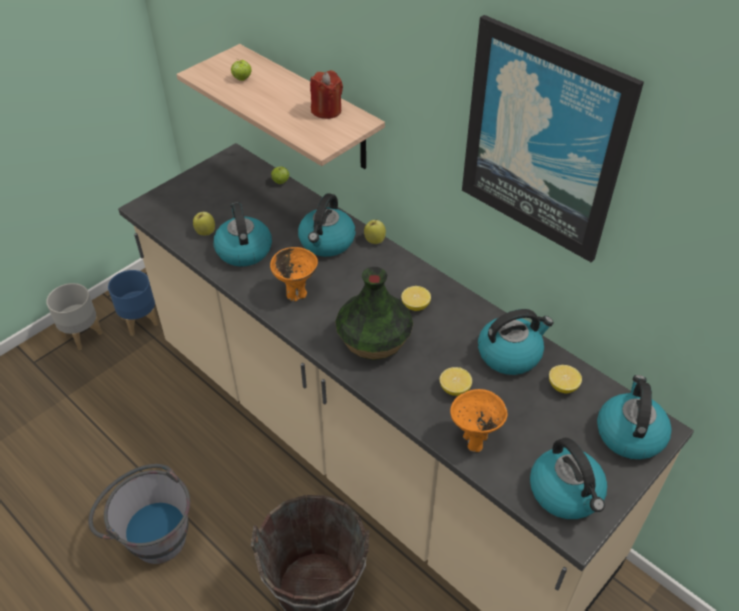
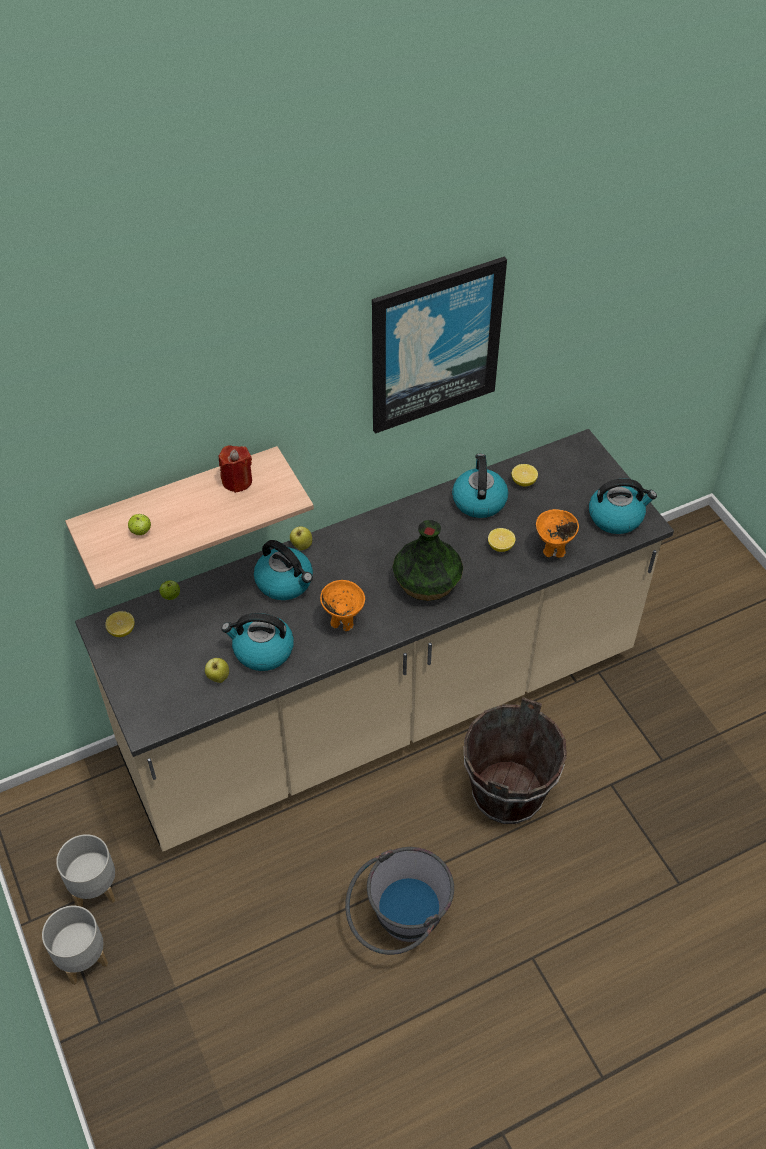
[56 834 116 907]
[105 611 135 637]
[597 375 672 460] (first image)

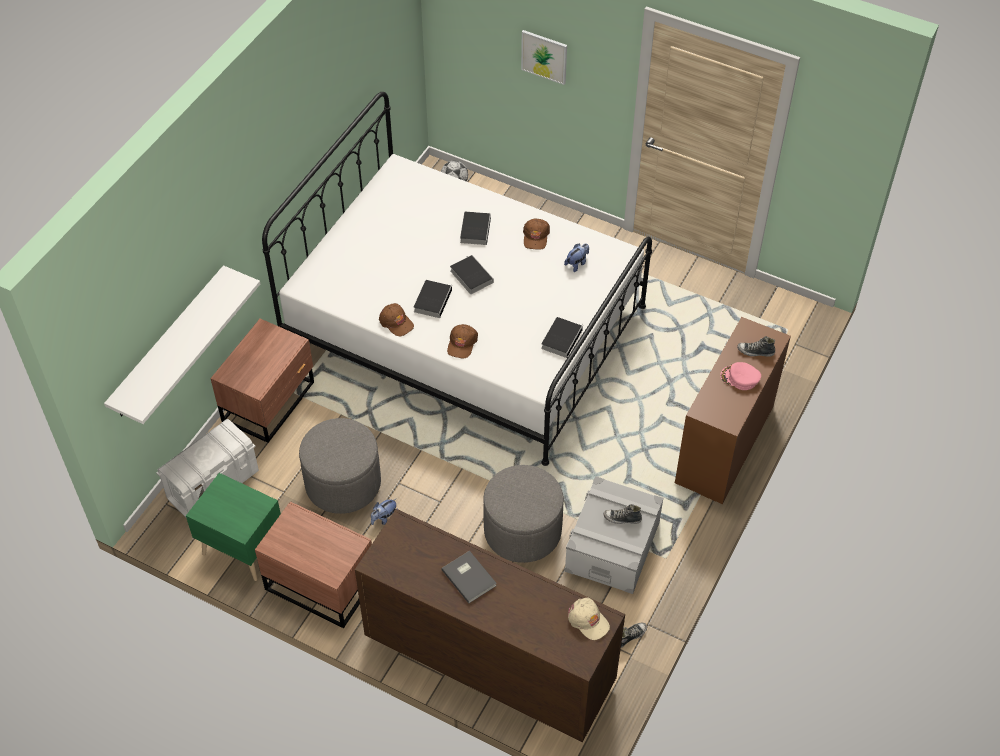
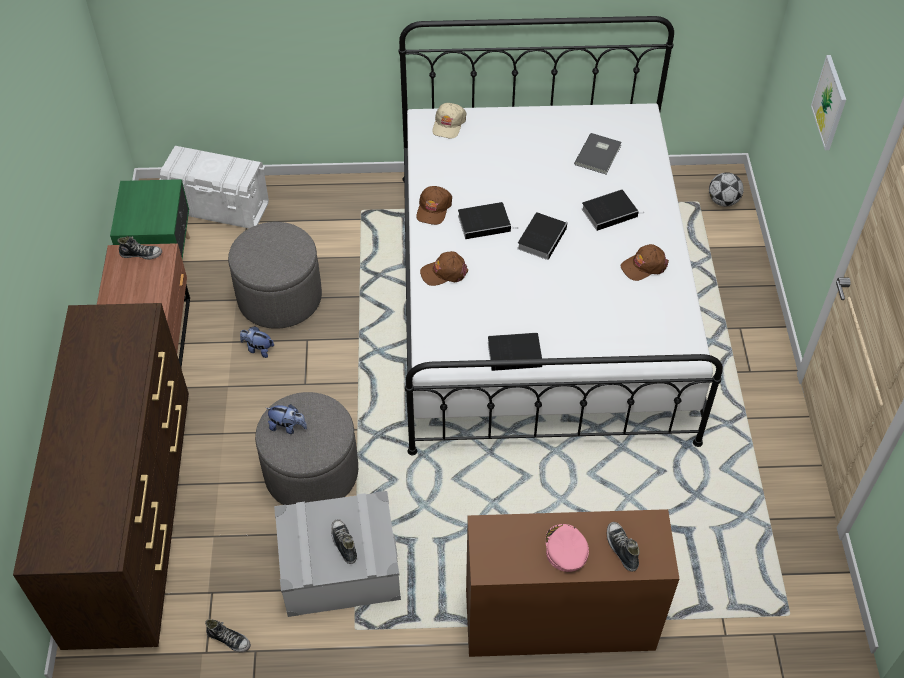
[266 404 307 434]
[104 265 260 424] (first image)
[210 319 314 443] (first image)
[574 133 622 174]
[432 103 466 138]
[118 236 162 260]

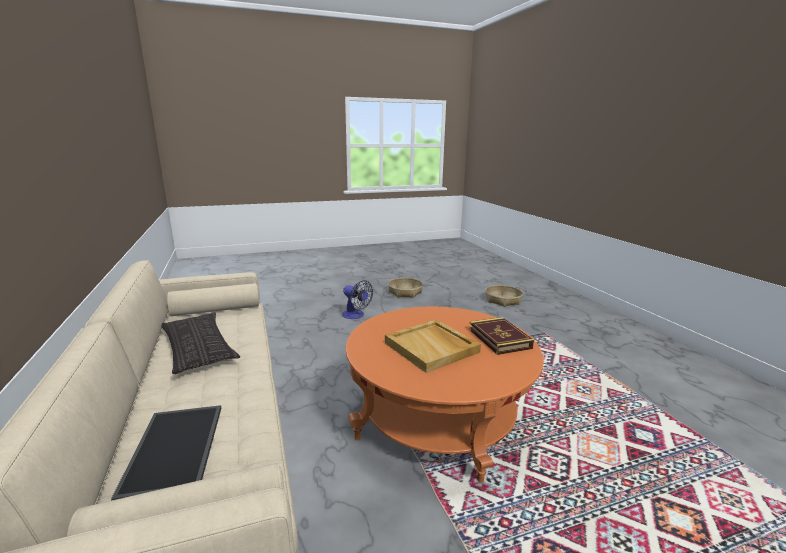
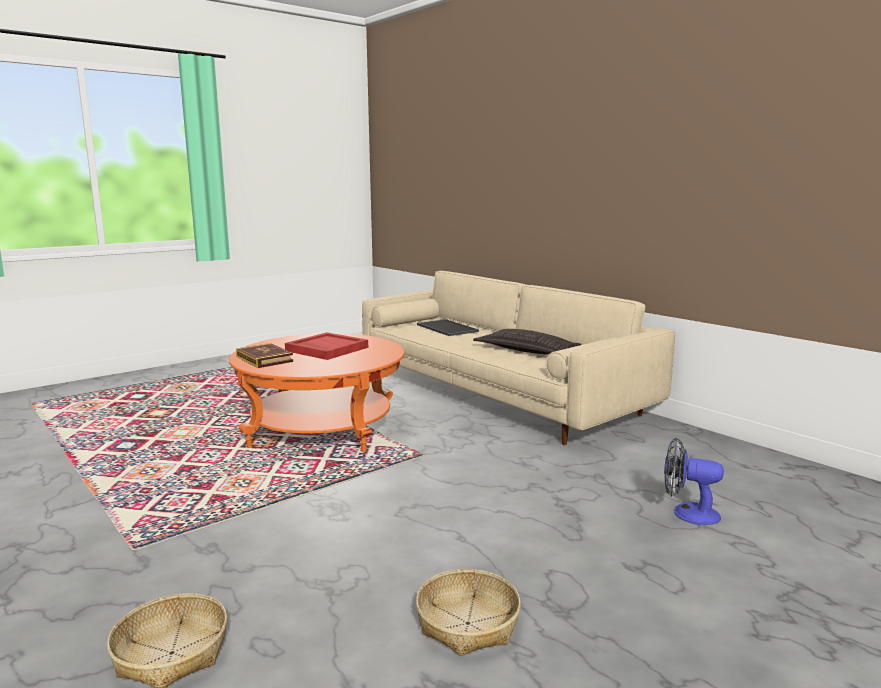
[664 438 724 525]
[285 332 368 360]

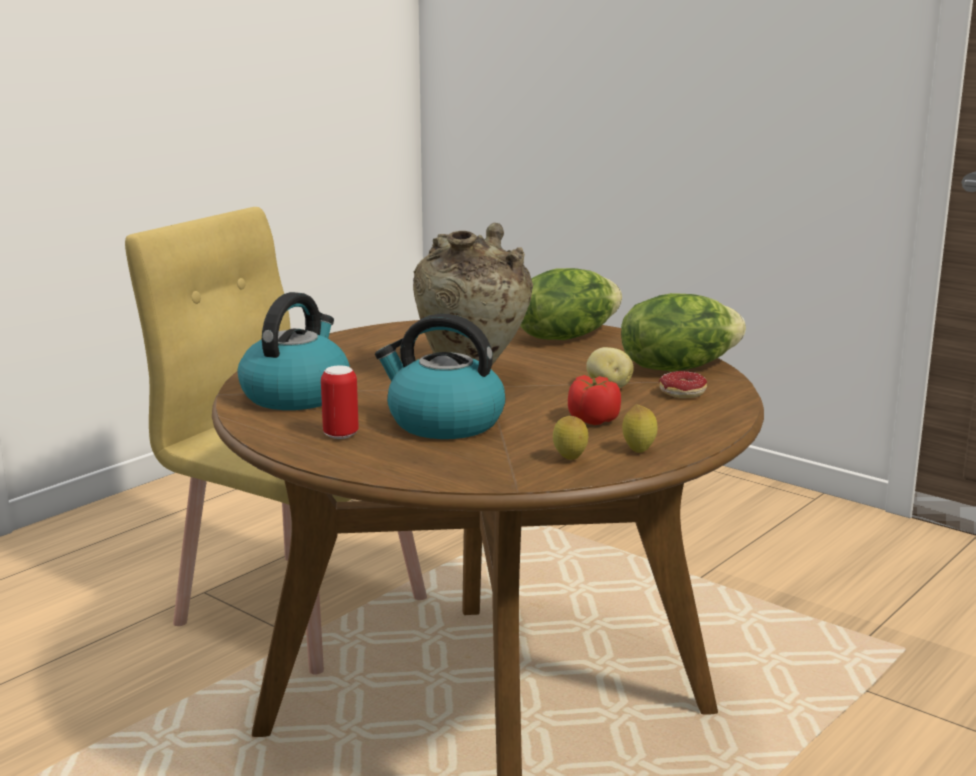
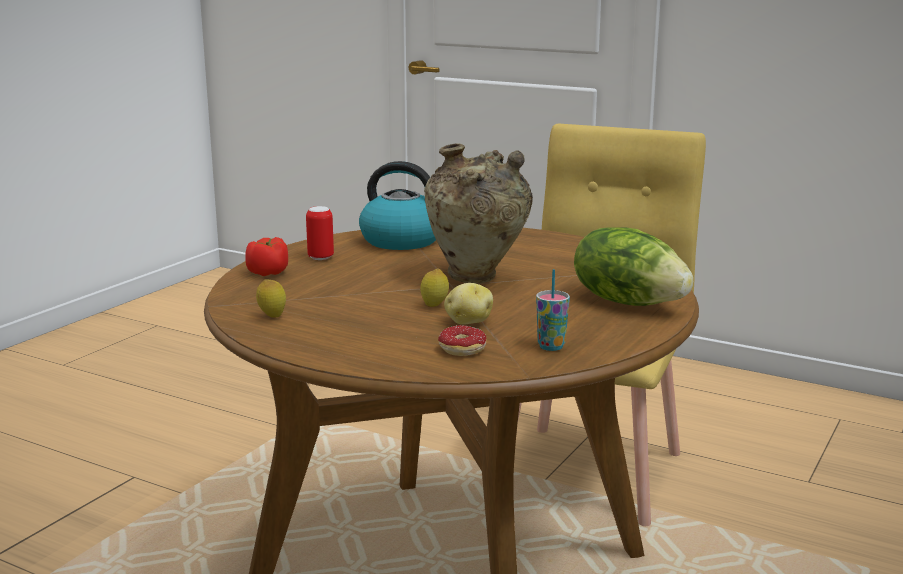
[536 269 570 351]
[375 314 505 439] (first image)
[245 237 288 276]
[420 268 449 307]

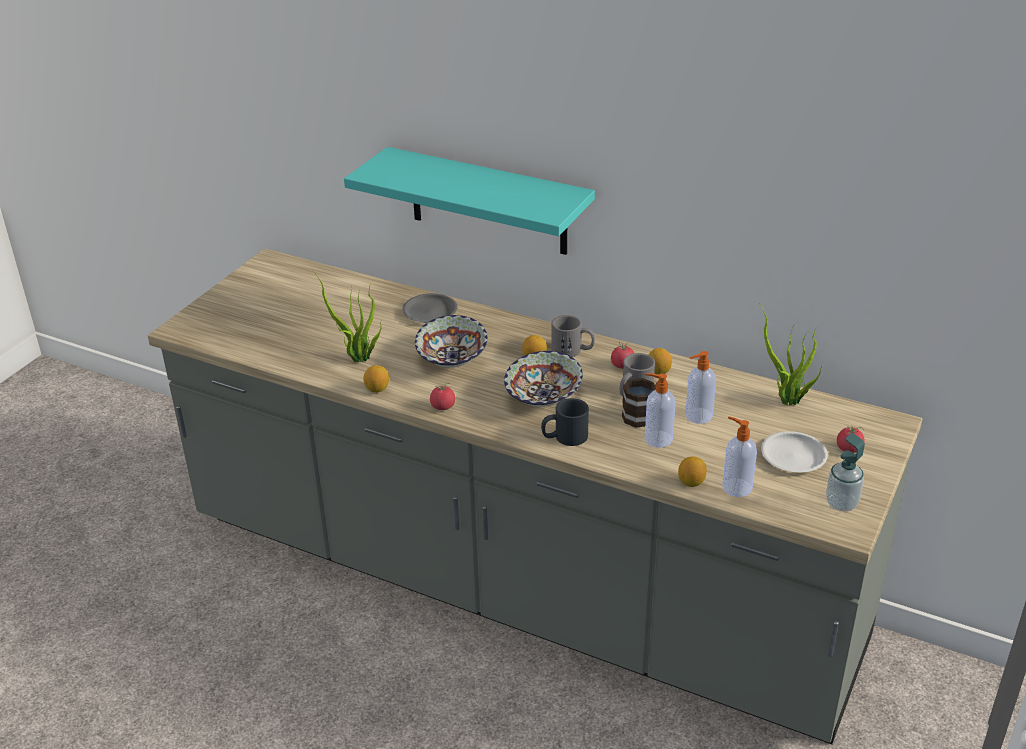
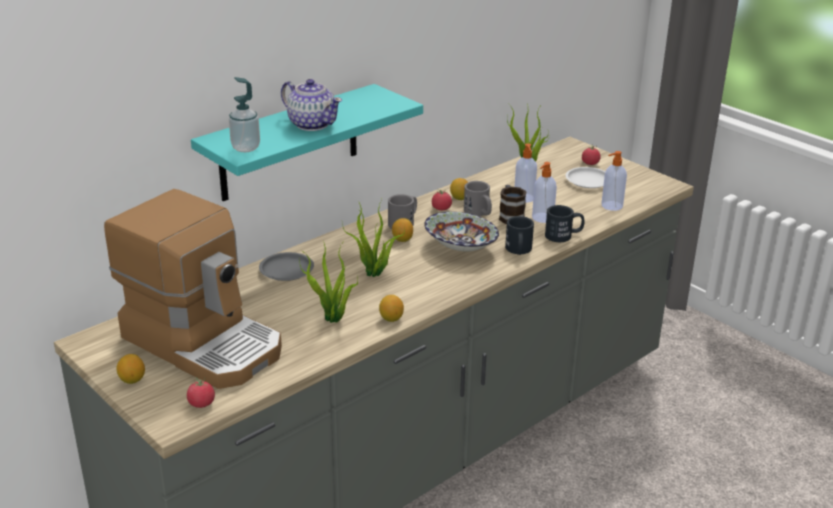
[342 199 405 277]
[187 377 215 408]
[229 77 260 152]
[116 354 145 384]
[281 79 342 131]
[104 189 282 389]
[545 205 585 242]

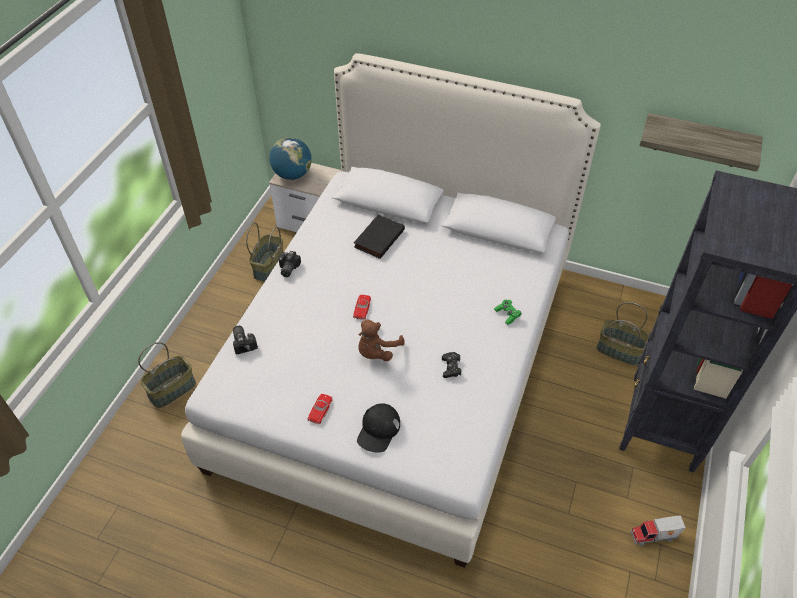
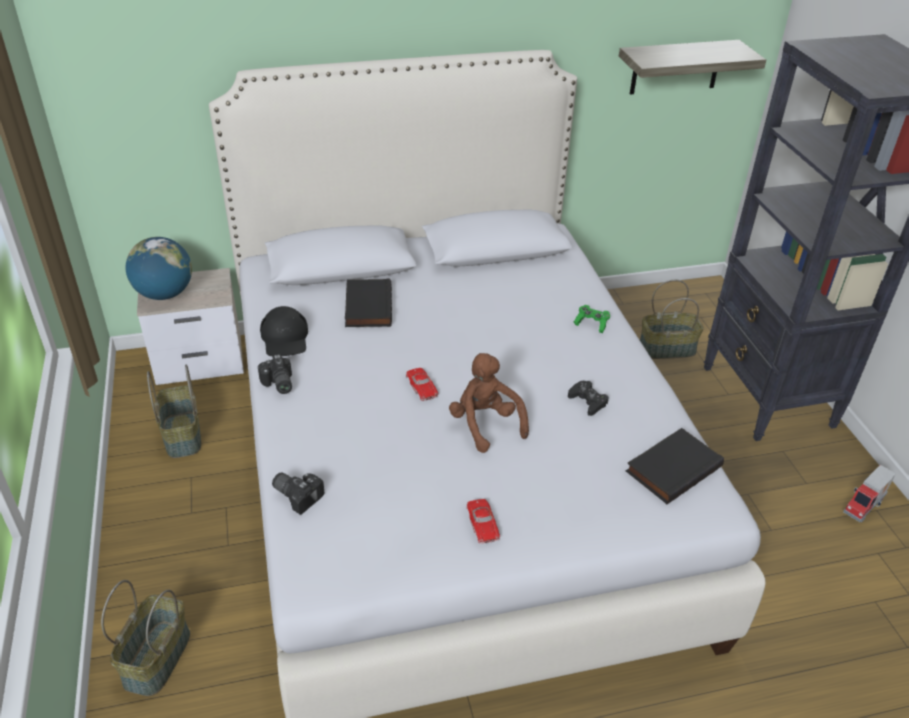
[449 353 529 453]
[260 306 308 356]
[626 428 724 504]

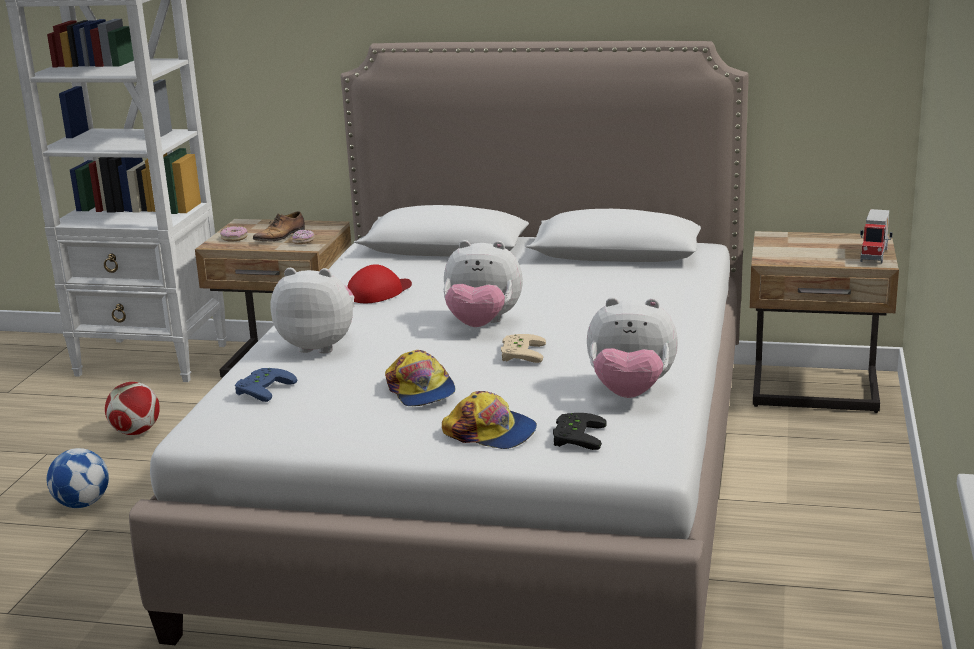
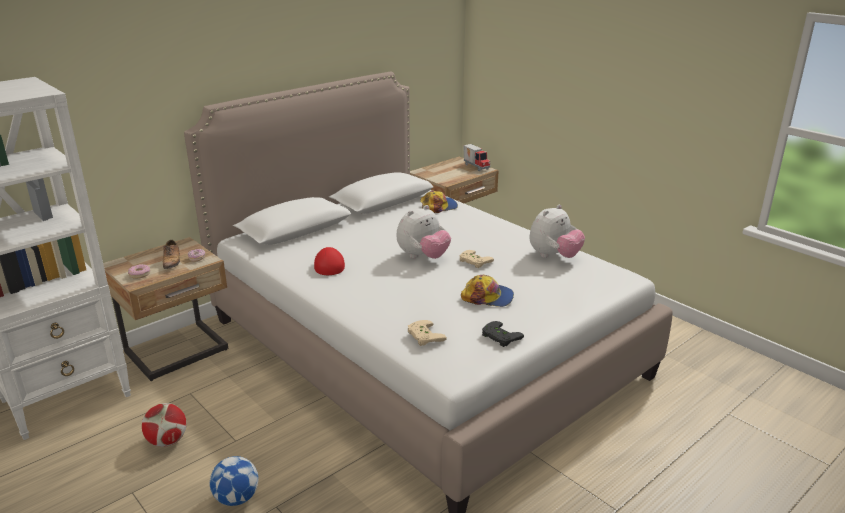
[271 268 354 353] (first image)
[408 320 447 346]
[420 191 458 213]
[482 321 524 347]

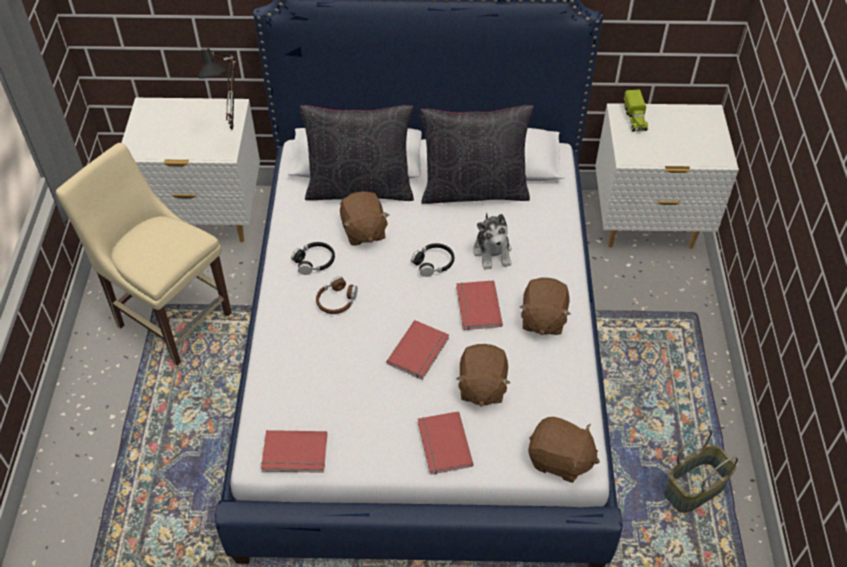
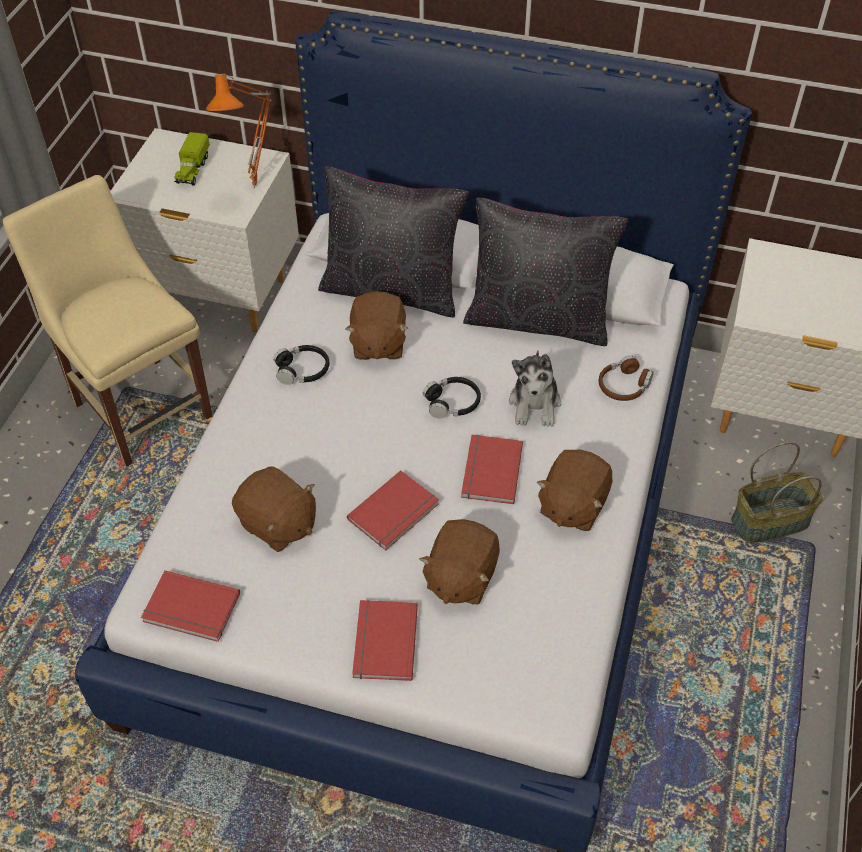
[206 74 271 189]
[174 132 210 186]
[599 355 654 401]
[232 467 316 552]
[731 442 823 543]

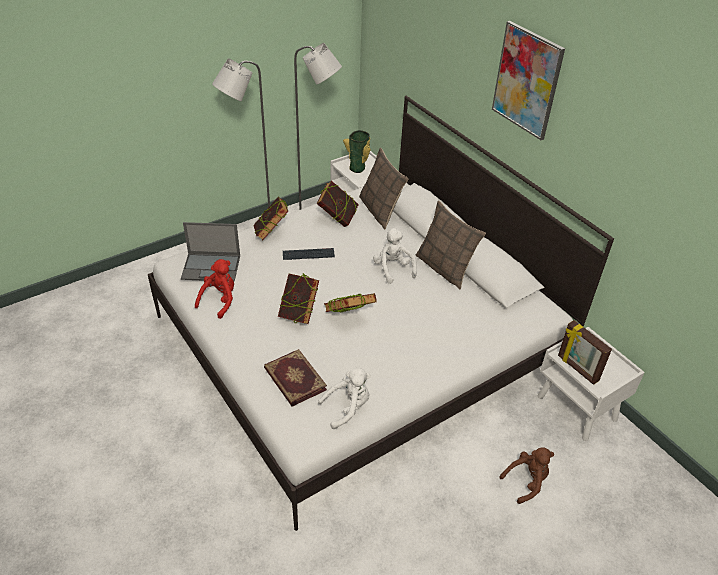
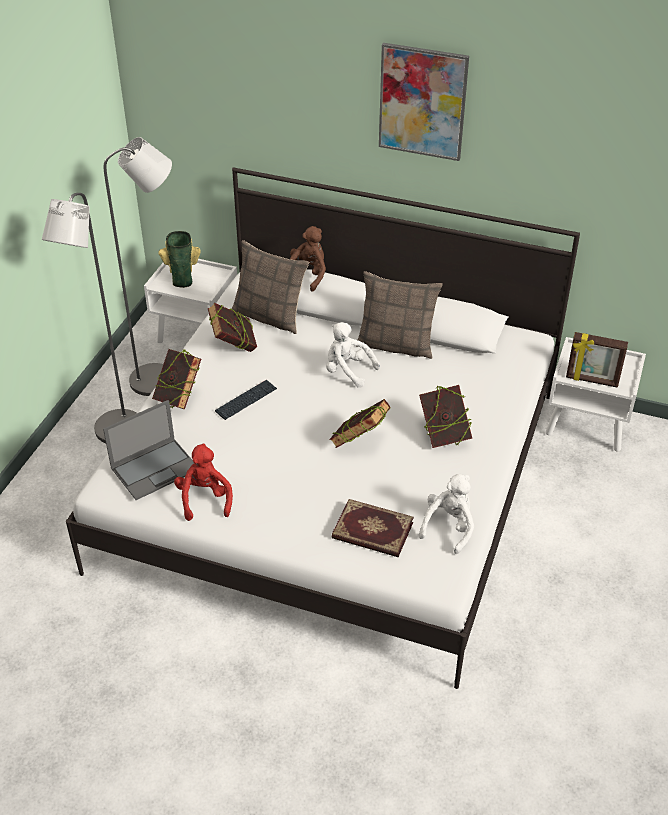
[419 385 472 448]
[290 226 326 292]

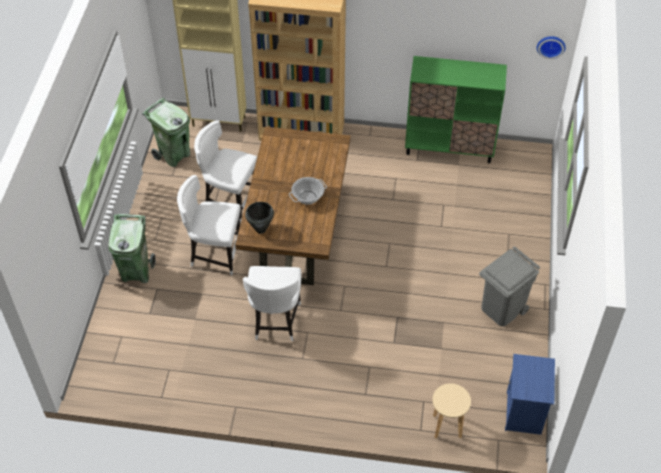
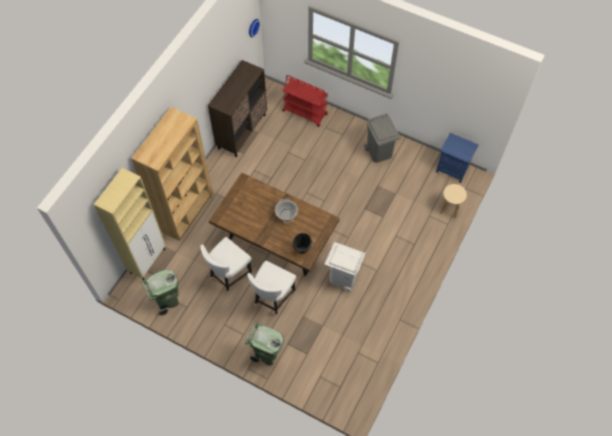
[208 60 267 157]
[325 242 365 292]
[282 75 328 127]

